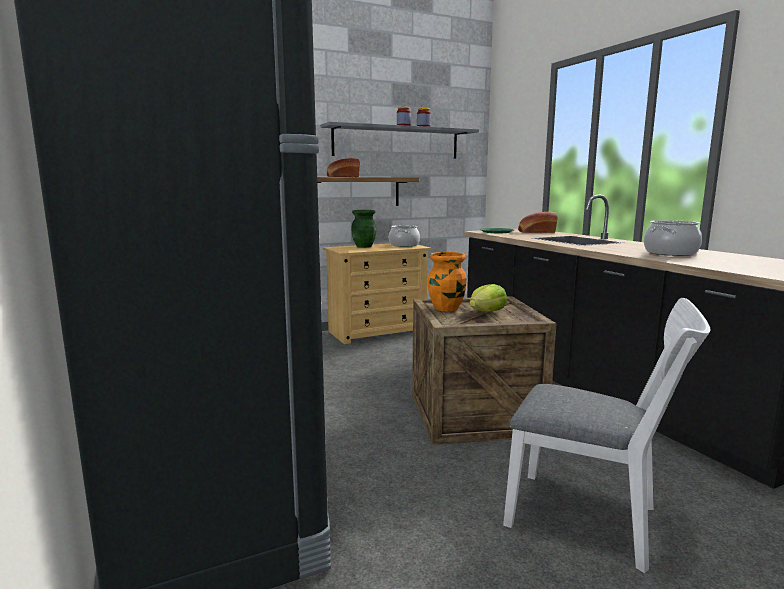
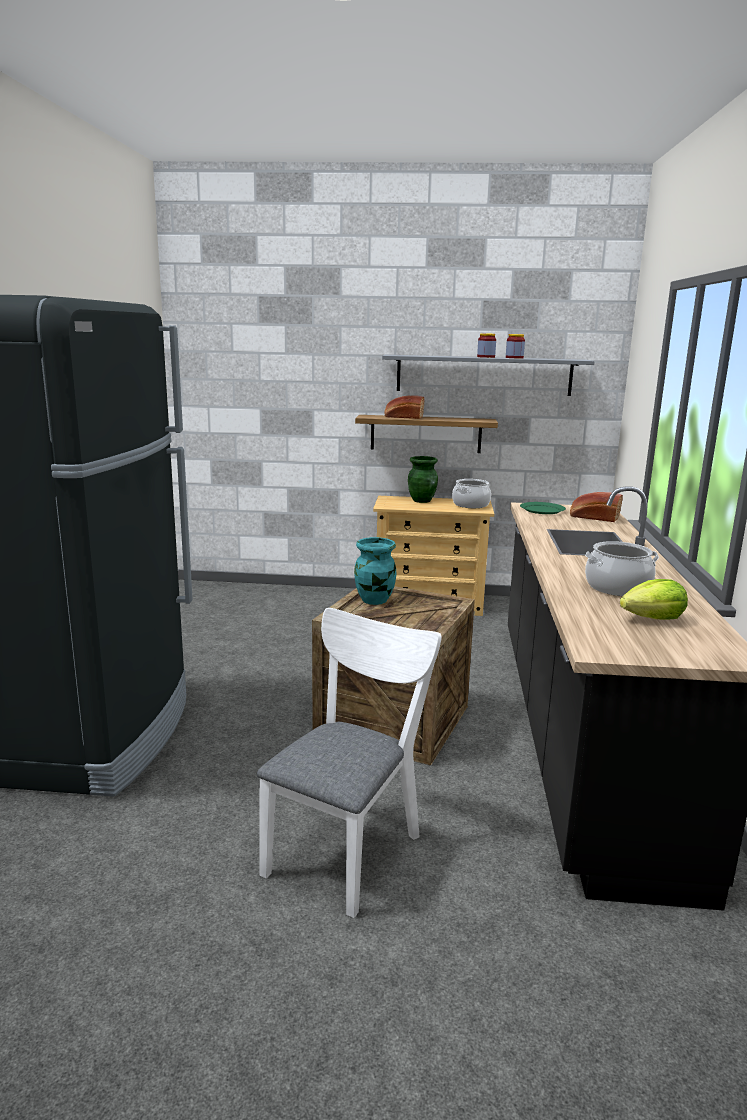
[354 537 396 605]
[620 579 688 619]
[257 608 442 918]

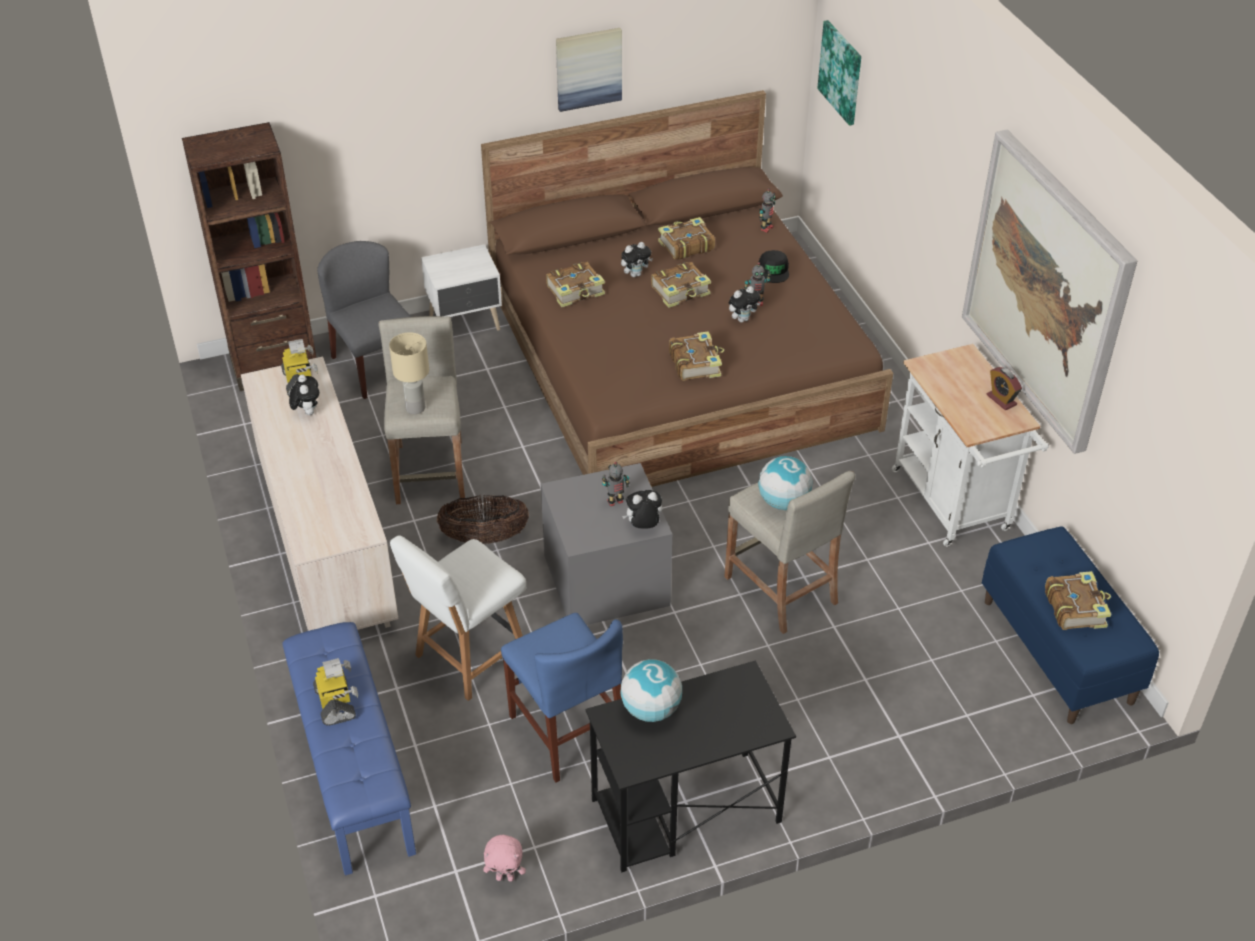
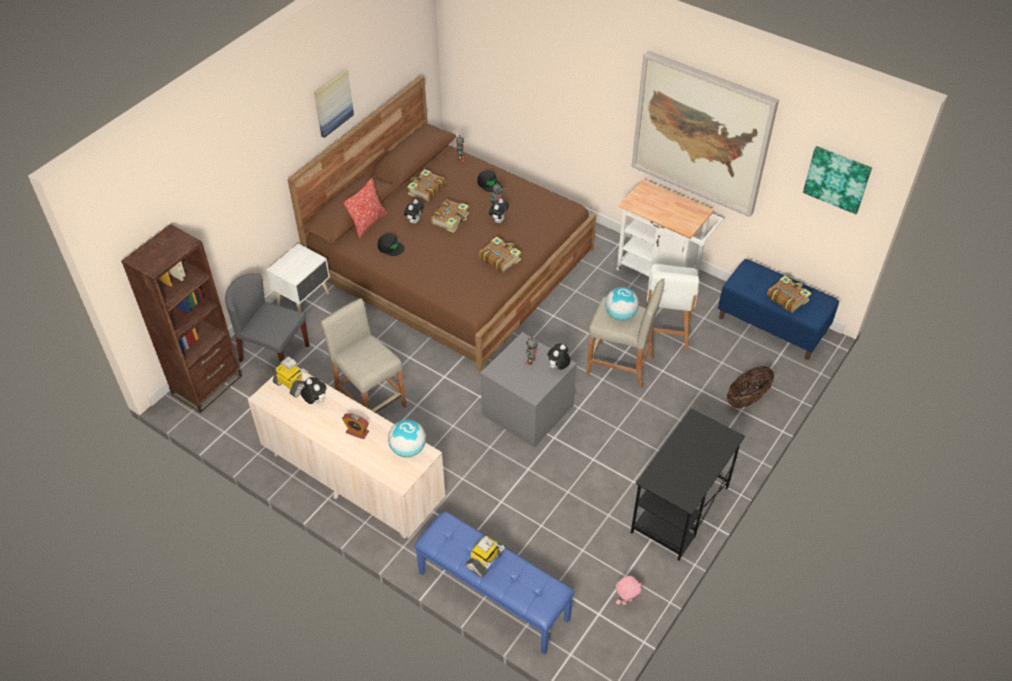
[803 146 872 214]
[378 234 405 256]
[389 332 429 414] (first image)
[342 413 369 439]
[727 366 774 408]
[645 264 699 350]
[501 613 623 783] (first image)
[465 536 505 578]
[388 420 426 458]
[343 178 387 238]

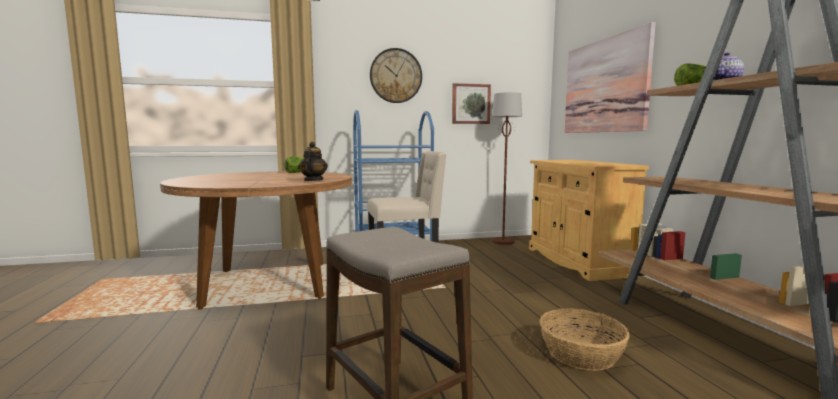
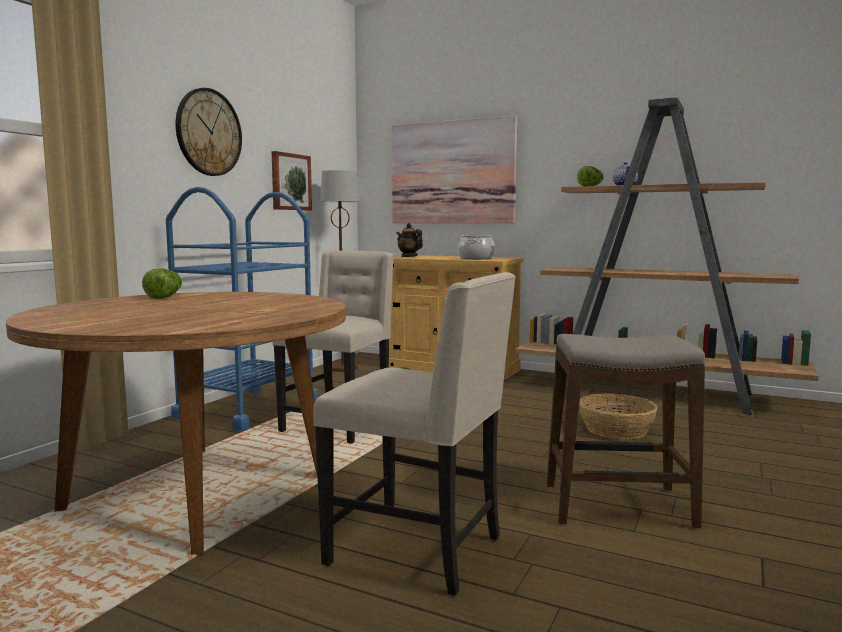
[396 223 423 257]
[458 235 495 259]
[313 272 516 596]

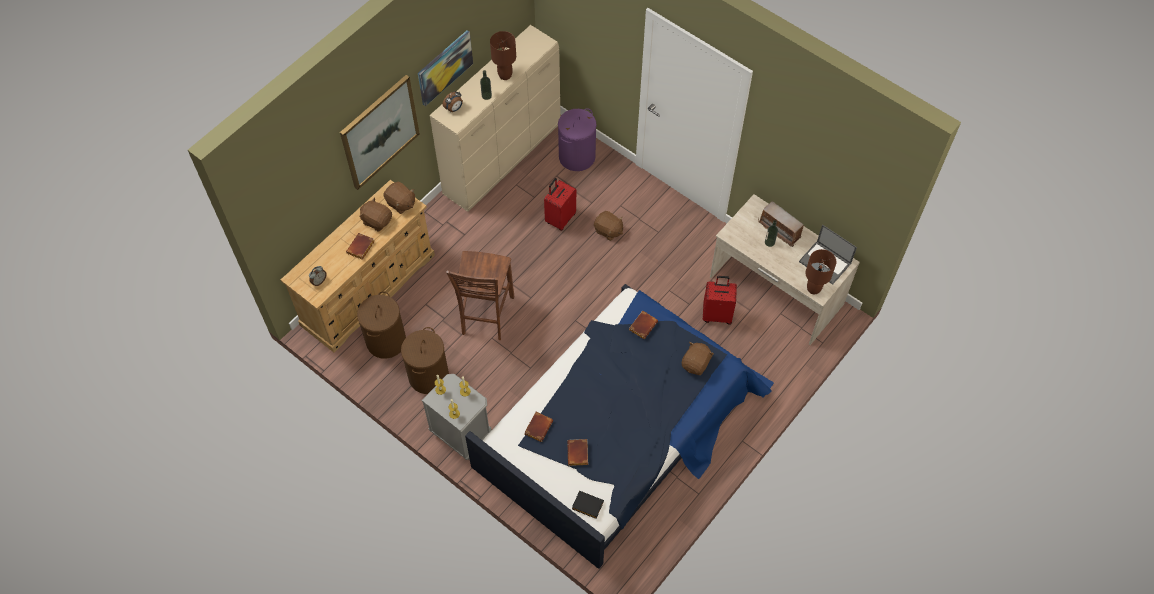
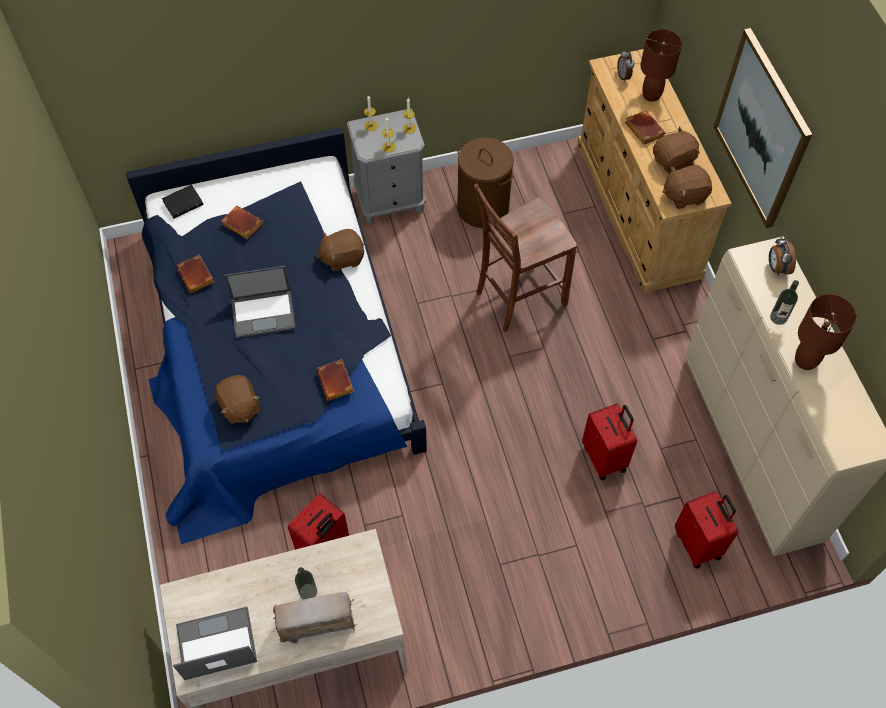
[418 30 473 106] (first image)
[675 491 738 569]
[317 229 364 271]
[640 29 682 102]
[474 183 577 332]
[357 291 406 359] (first image)
[176 254 214 293]
[224 266 296 338]

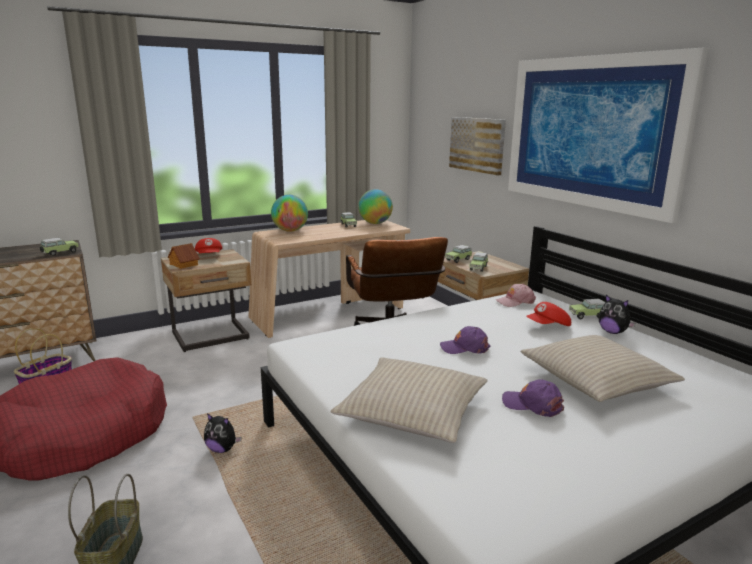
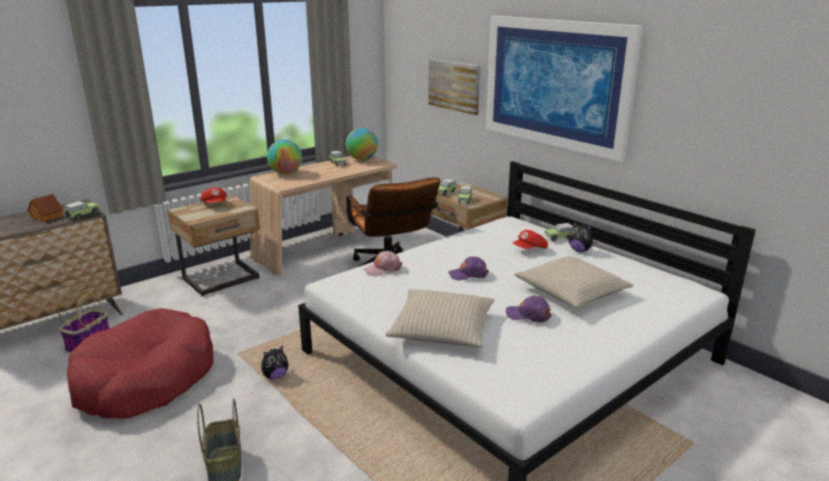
[27 194 64 222]
[363 251 402 276]
[261 346 288 379]

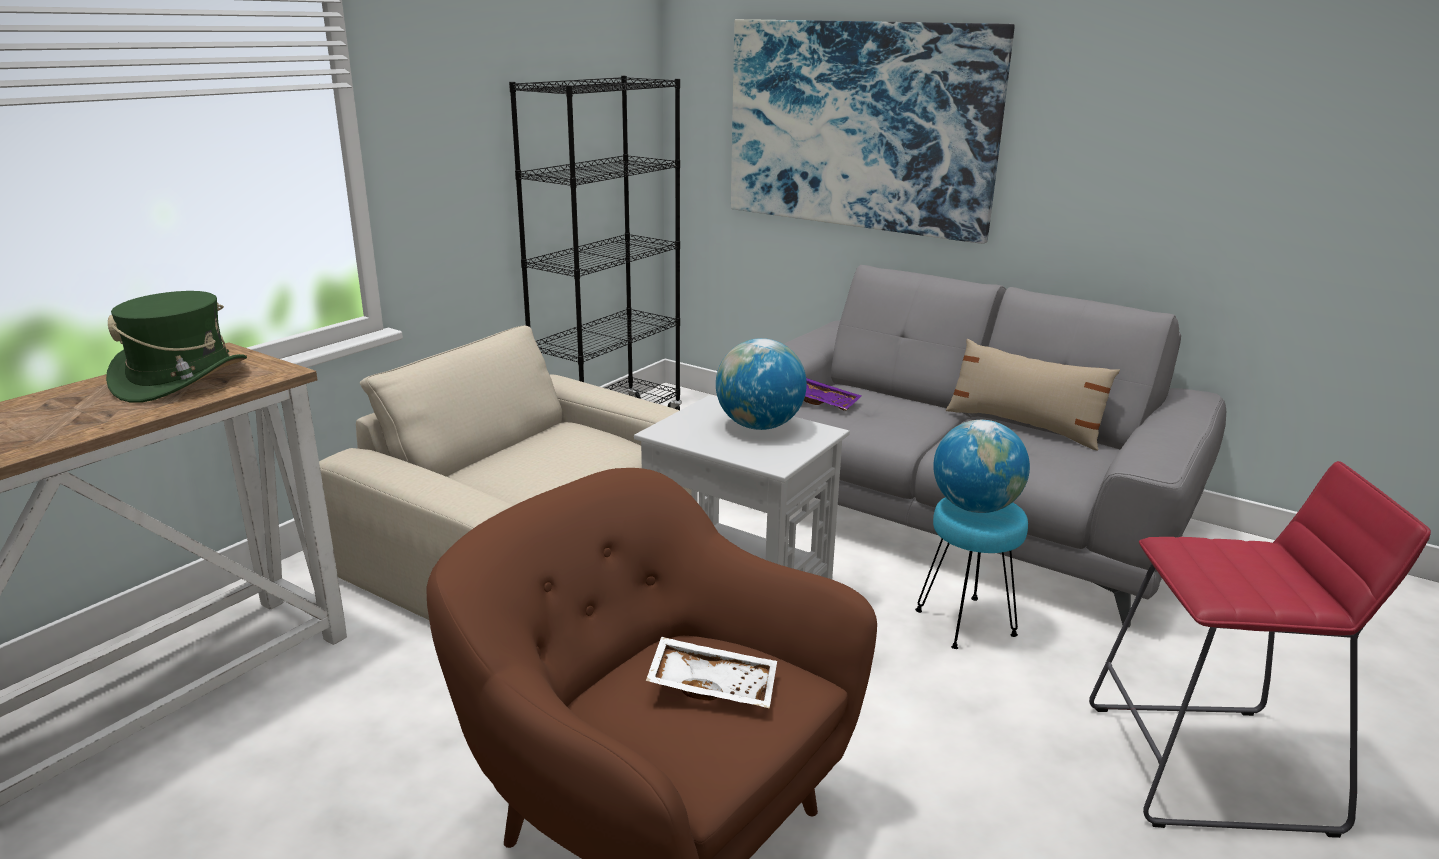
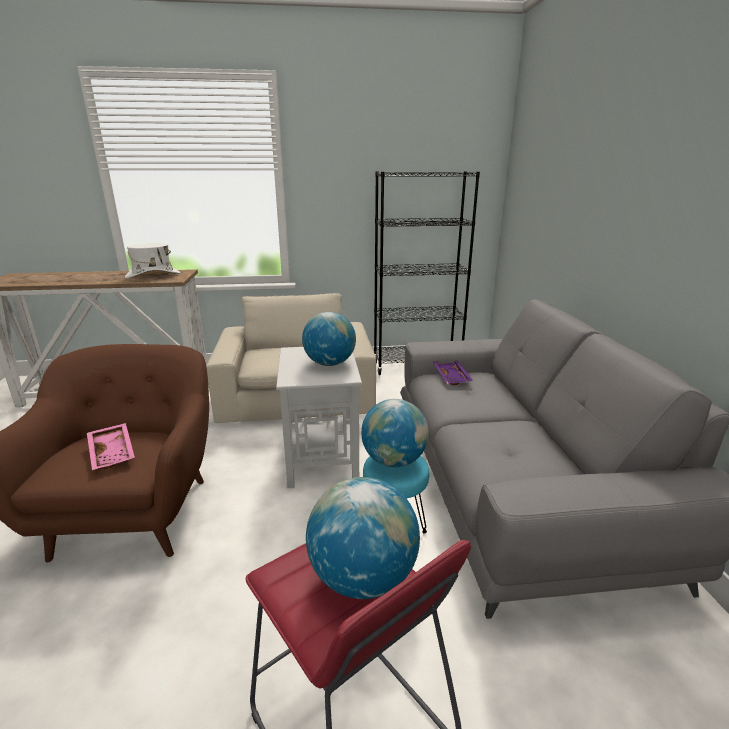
[731 19 1015 244] (first image)
[125 243 180 279]
[946 339 1120 451] (first image)
[87 423 135 470]
[306 477 420 599]

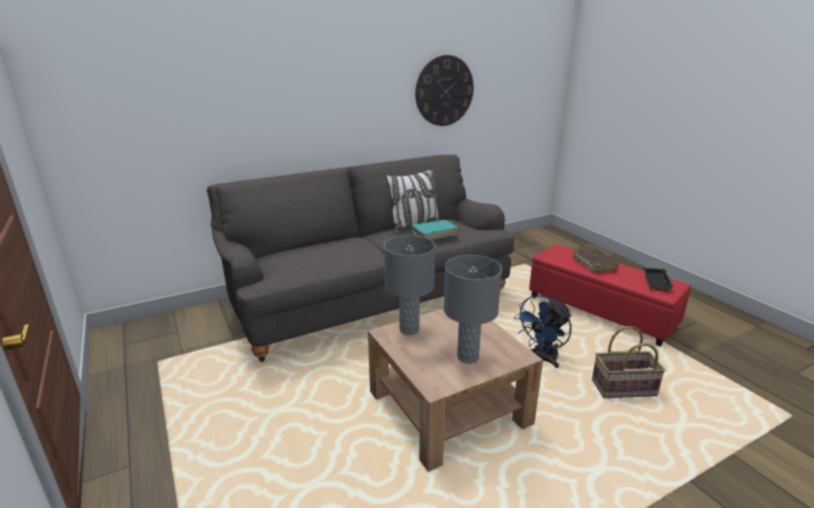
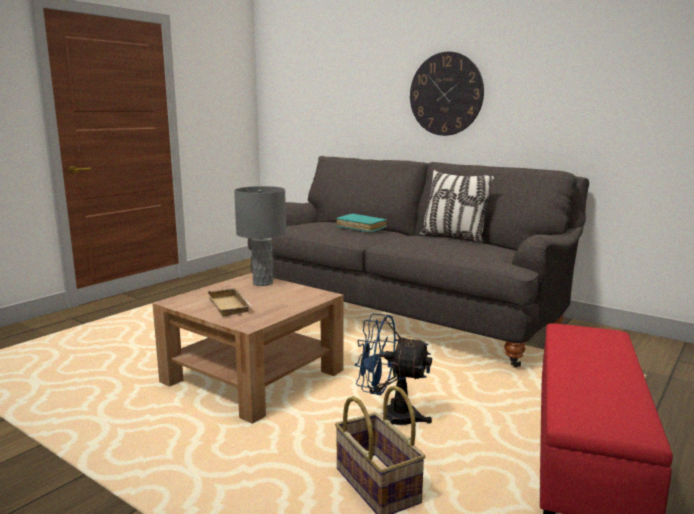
[410 52 484 136]
[336 214 387 232]
[573 248 619 273] (first image)
[206 288 252 317]
[643 268 674 291] (first image)

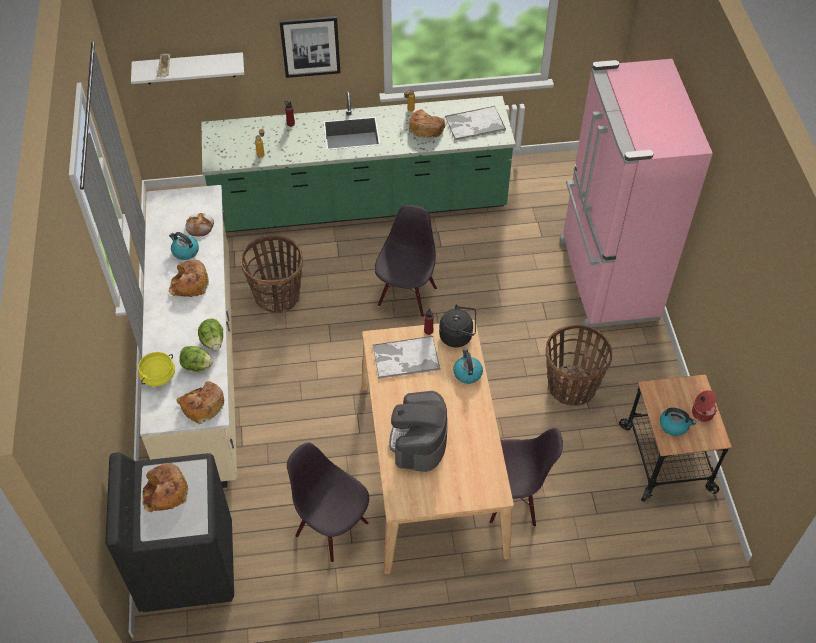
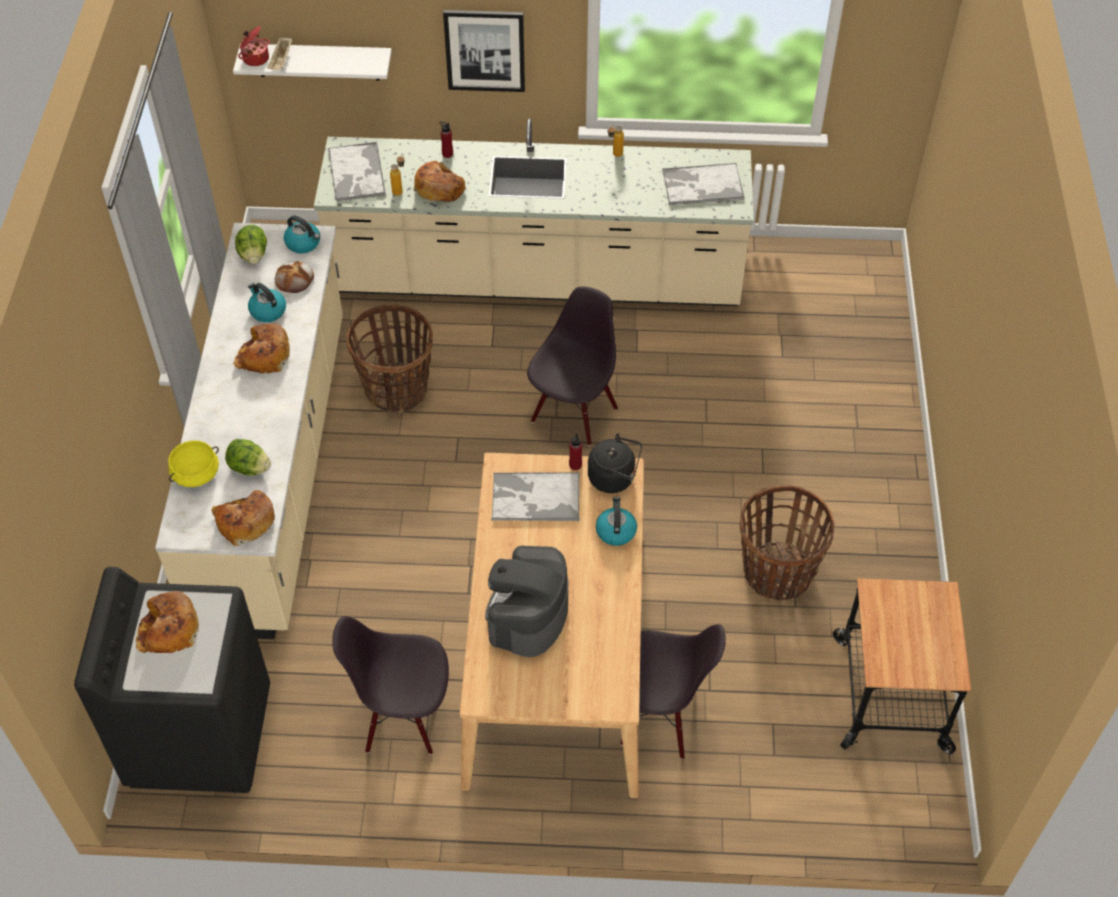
[560 59 713 327] (first image)
[314 118 753 306]
[413 161 466 205]
[235 225 267 264]
[238 26 270 66]
[284 215 320 253]
[332 616 449 755]
[328 142 386 201]

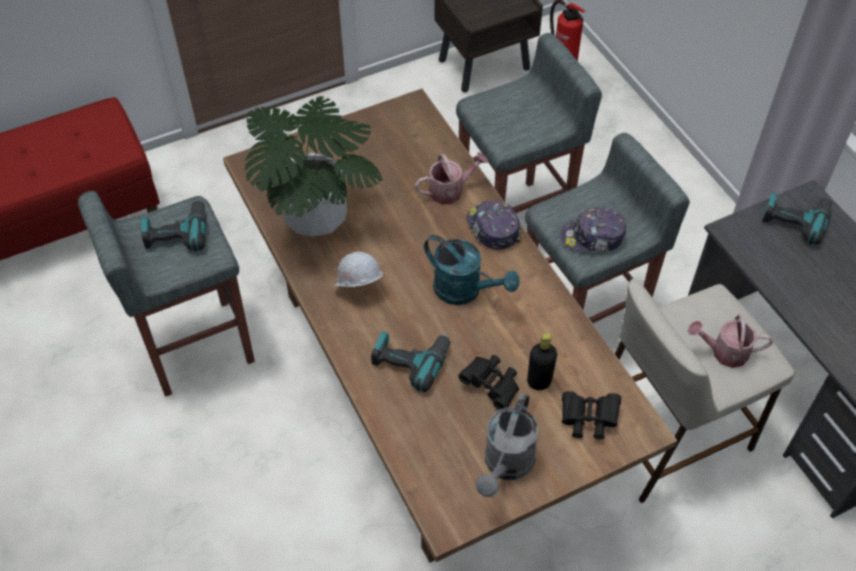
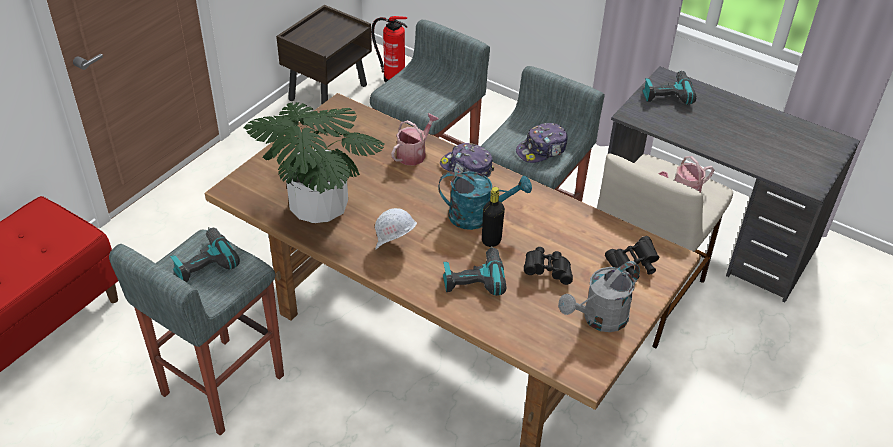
[482 187 505 247]
[558 261 640 332]

